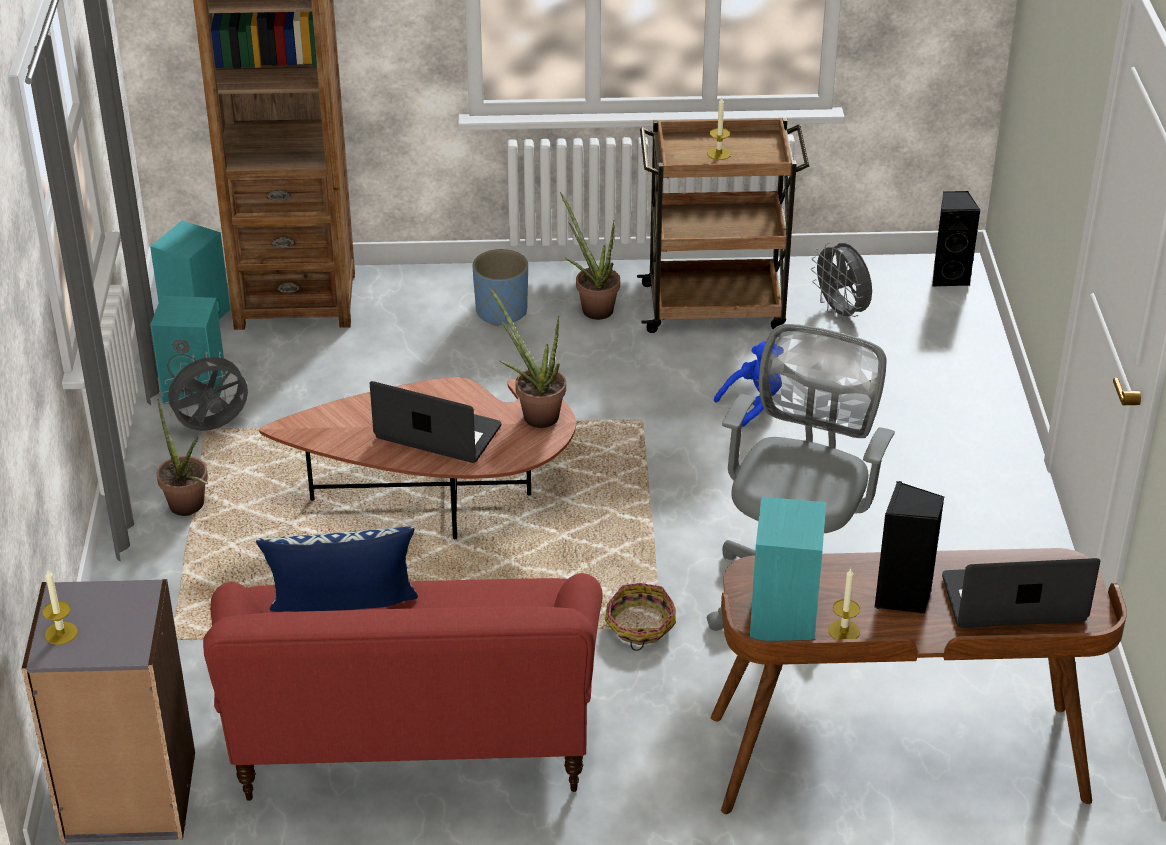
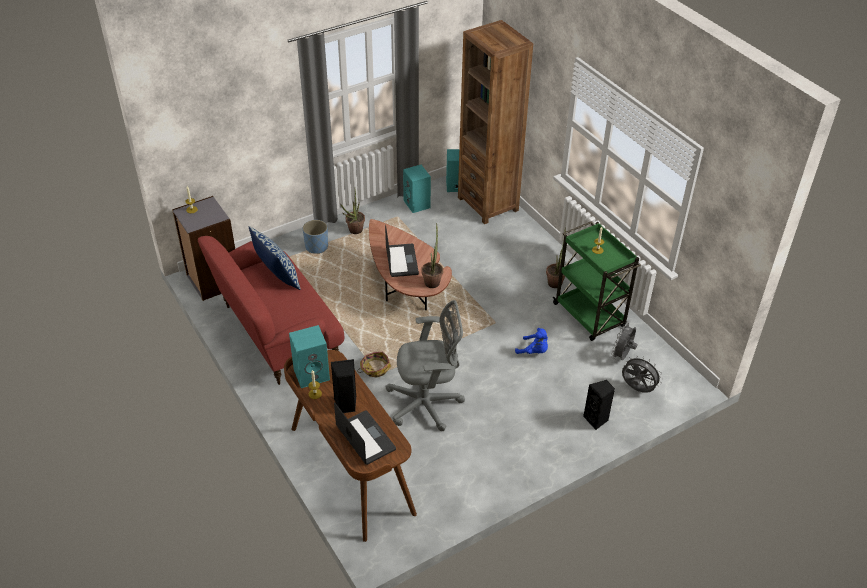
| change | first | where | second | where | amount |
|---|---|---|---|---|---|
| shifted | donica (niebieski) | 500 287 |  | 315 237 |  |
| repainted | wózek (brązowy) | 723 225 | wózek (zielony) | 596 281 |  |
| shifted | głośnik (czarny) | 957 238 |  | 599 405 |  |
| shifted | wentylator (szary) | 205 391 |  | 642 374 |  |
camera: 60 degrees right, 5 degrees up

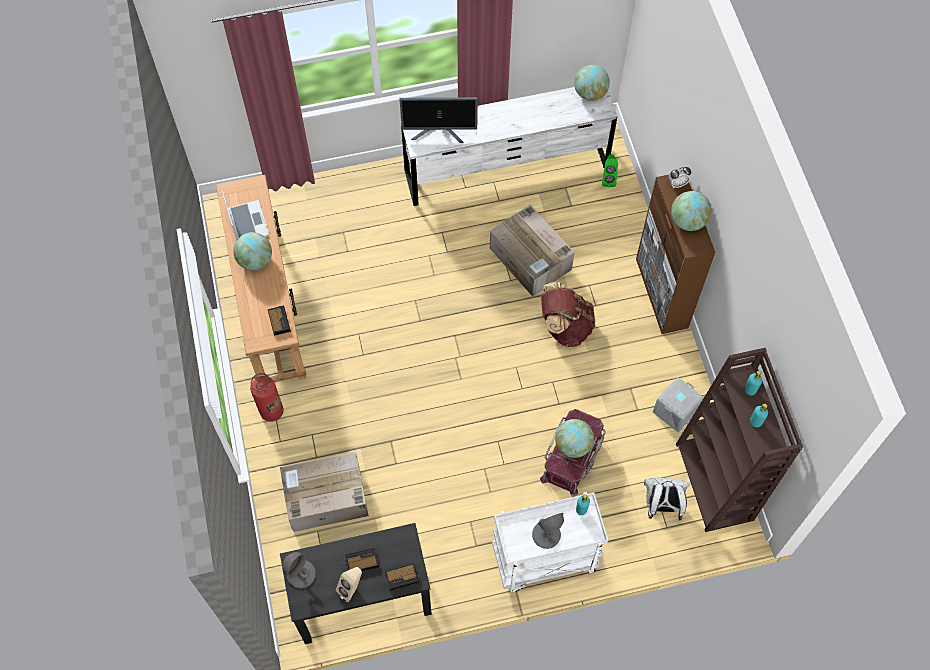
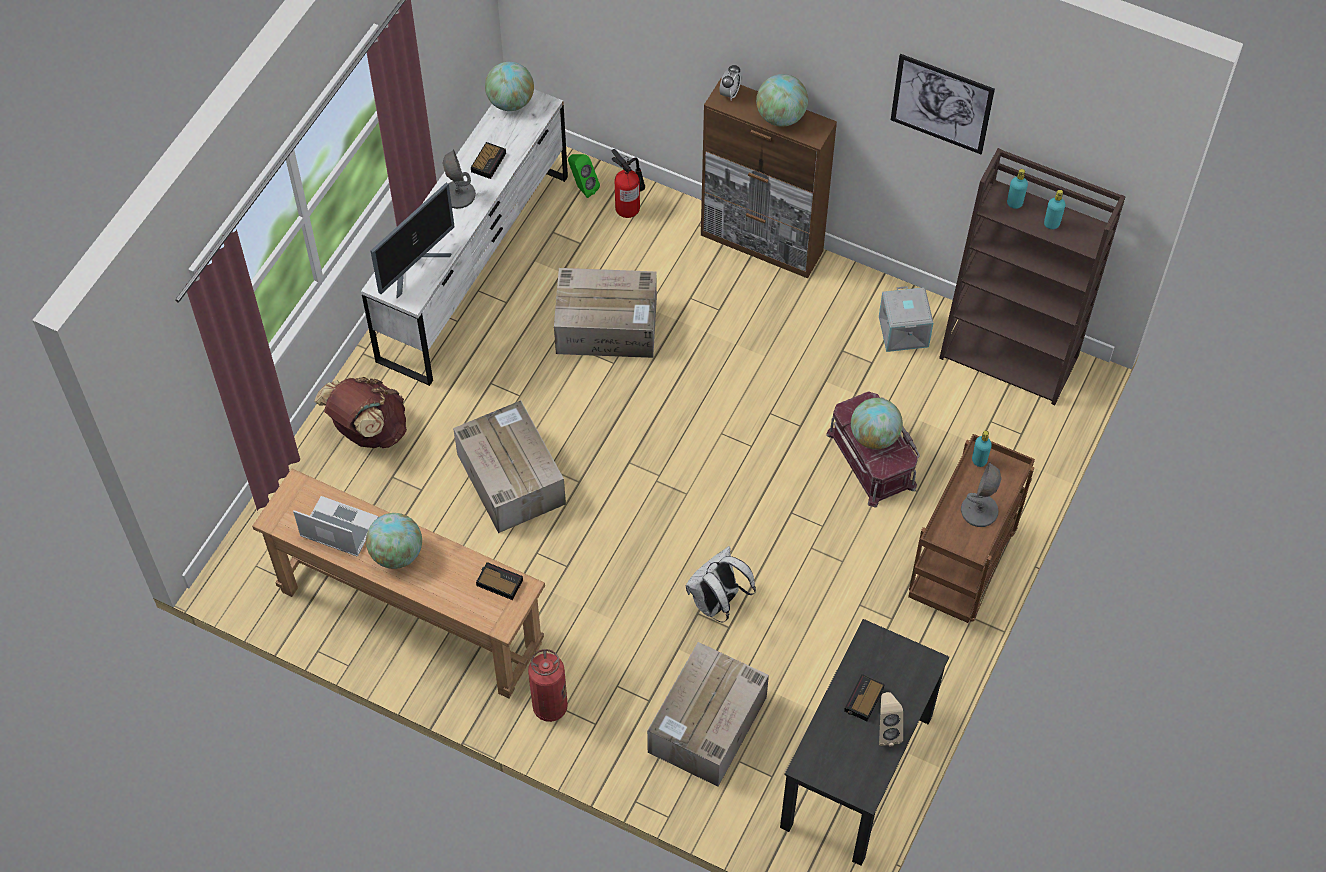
| change | first | where | second | where | amount |
|---|---|---|---|---|---|
| shifted | plecak (brązowy) | 568 314 |  | 360 412 |  |
| shifted | lampa stołowa (szary) | 299 570 |  | 459 179 |  |
| new |  |  | karton | 509 466 |  |
| shifted | budzik | 402 577 |  | 488 160 |  |
| new |  |  | gaśnica | 628 183 |  |
| shifted | plecak (biały) | 667 499 |  | 721 584 |  |
| new |  |  | obraz | 943 104 |  |
| repainted | wózek (biały) | 550 542 | wózek (brązowy) | 971 528 |  |
camera: 50 degrees left, 5 degrees down

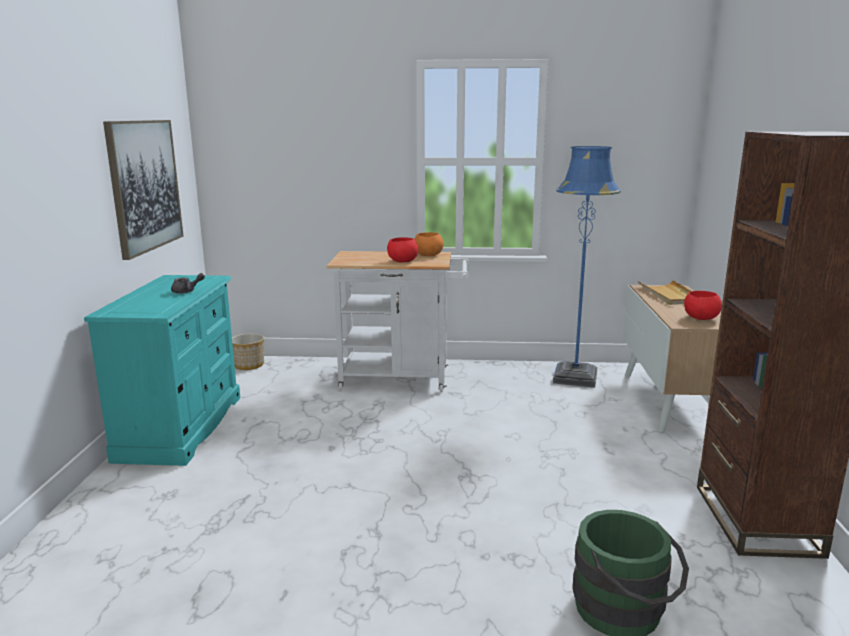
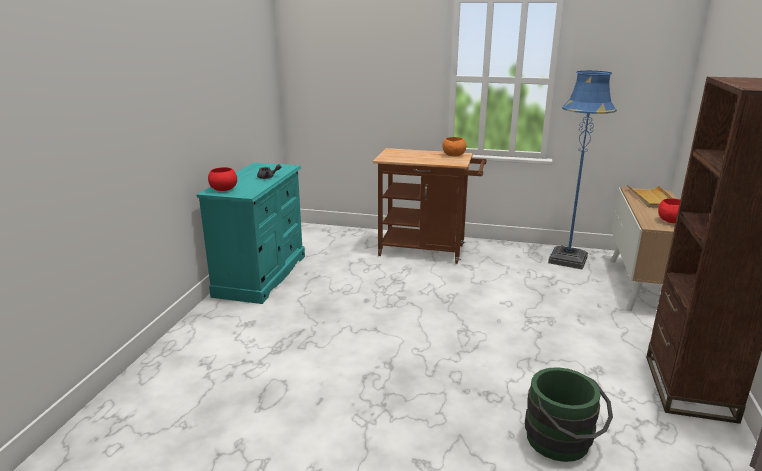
| change | first | where | second | where | amount |
|---|---|---|---|---|---|
| shifted | miska (czerwony) | 402 249 |  | 222 179 |  |
| repainted | wózek (biały) | 398 321 | wózek (brązowy) | 430 206 |  |
| gone | obraz | 143 190 |  |  |  |
| gone | donica | 248 352 |  |  |  |
camera: 10 degrees right, 5 degrees up

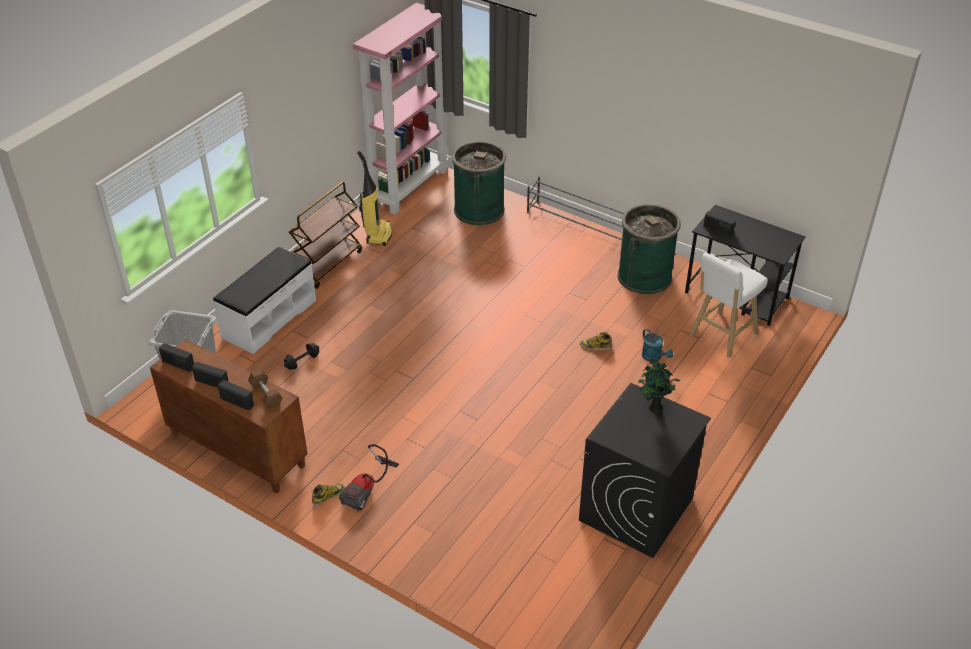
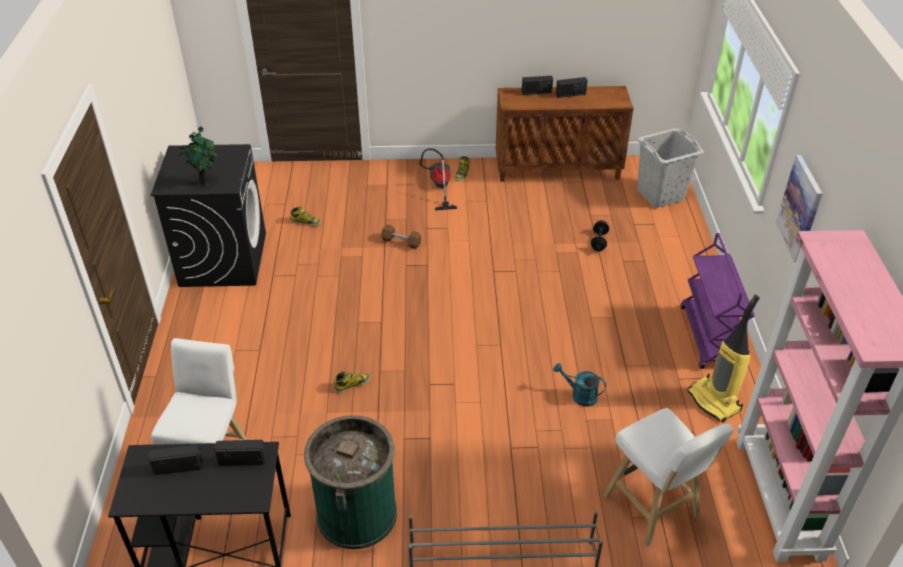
| change | first | where | second | where | amount |
|---|---|---|---|---|---|
| shifted | radio | 176 357 |  | 175 460 |  |
| new |  |  | but z cholewką | 306 216 |  |
| shifted | hantel (brązowy) | 265 389 |  | 401 236 |  |
| shifted | konewka (turkusowy) | 657 345 |  | 579 384 |  |
| swapped | kosz na śmieci (zielony) | 479 183 | stołek (biały) | 668 477 |  |
| repainted | wózek (brązowy) | 325 235 | wózek (fioletowy) | 718 301 |  |
| new |  |  | obraz | 799 208 |  |
| gone | ławka (biały) | 264 300 |  |  |  |
camera: 145 degrees right, 0 degrees up

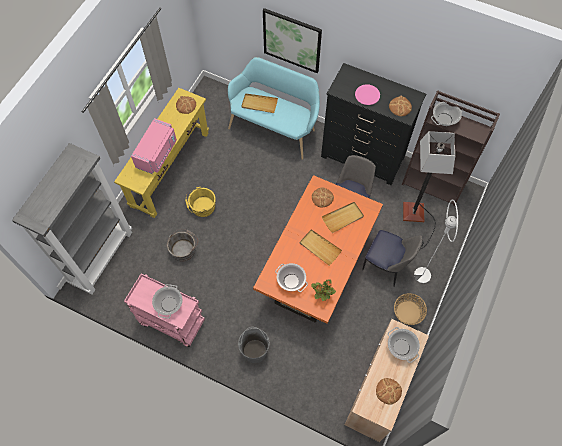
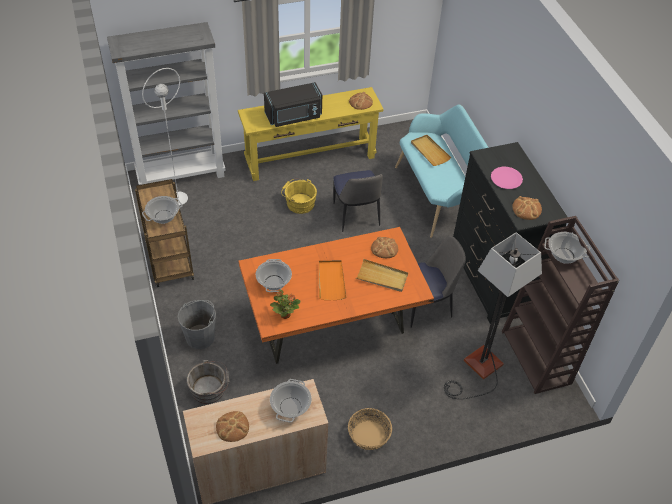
| change | first | where | second | where | amount |
|---|---|---|---|---|---|
| repainted | wózek (różowy) | 164 310 | wózek (brązowy) | 164 233 |  |
| shifted | lampa stojąca (biały) | 436 241 |  | 165 137 |  |
| shifted | wiadro (szary) | 182 245 |  | 208 382 |  |
| repainted | mikrofalówka (różowy) | 154 146 | mikrofalówka (czarny) | 293 104 |  |
| repainted | taca (beżowy) | 321 247 | taca (pomarańczowy) | 332 280 |  |
| shifted | krzesło | 392 258 |  | 358 201 |  |
| gone | obraz | 292 40 |  |  |  |
camera: 45 degrees right, 15 degrees down

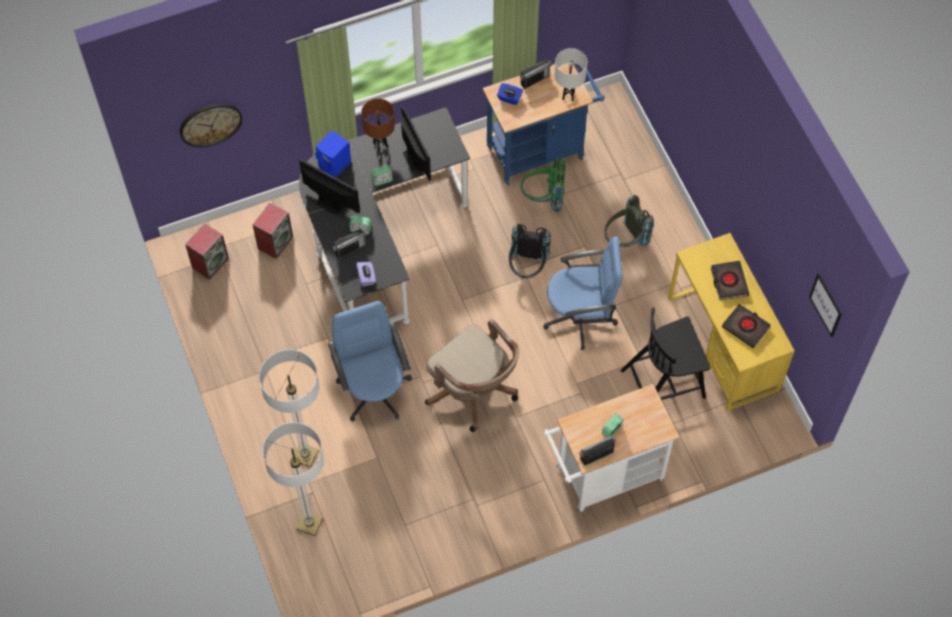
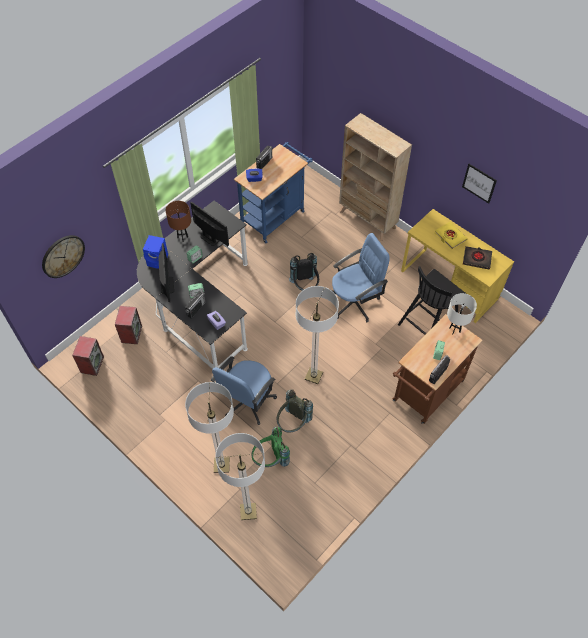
| change | first | where | second | where | amount |
|---|---|---|---|---|---|
| rotated | monitor | 329 187 |  | 166 272 | 75 degrees clockwise |
| rotated | krzesło biurowe (niebieski) | 370 361 |  | 244 390 | 105 degrees counterclockwise |
| shifted | plecak (zielony) | 543 184 |  | 270 447 |  |
| shifted | plecak (szary) | 629 221 |  | 295 410 |  |
| swapped | krzesło biurowe (brązowy) | 472 375 | lampa stojąca | 317 335 |  |
| new |  |  | regał (beżowy) | 375 177 |  |
| repainted | wózek (biały) | 612 448 | wózek (brązowy) | 437 369 |  |
| repainted | książka (czarny) | 730 280 | książka (żółty) | 451 235 |  |
| shifted | lampa stołowa (biały) | 570 74 |  | 462 314 |  |
| shifted | obraz | 825 305 |  | 479 184 |  |
camera: 25 degrees left, 5 degrees down

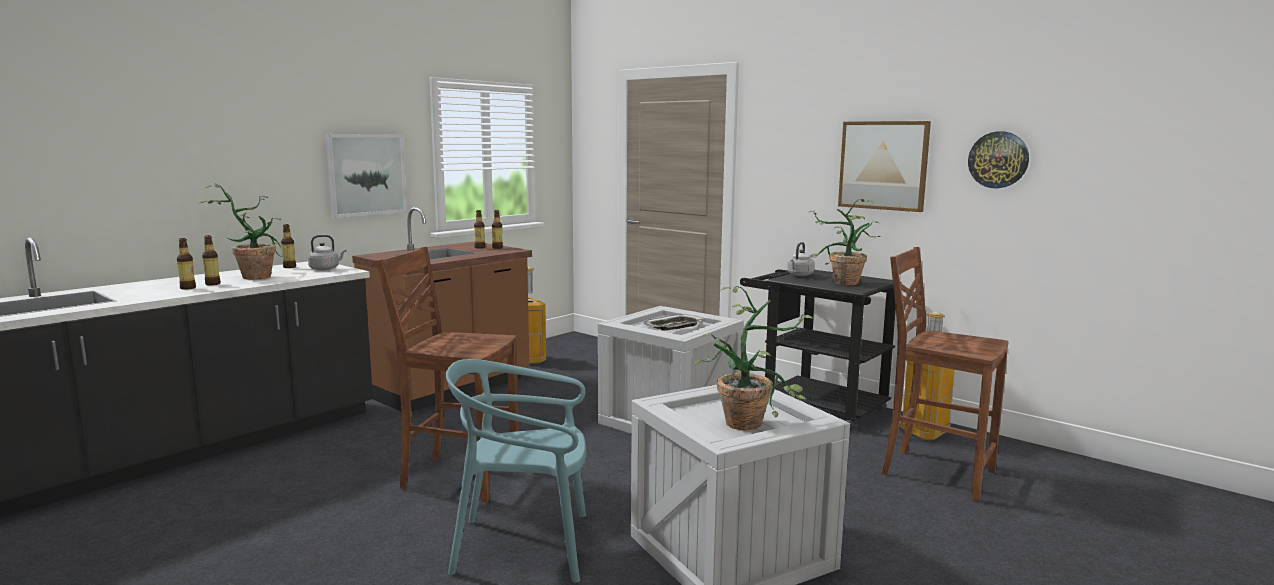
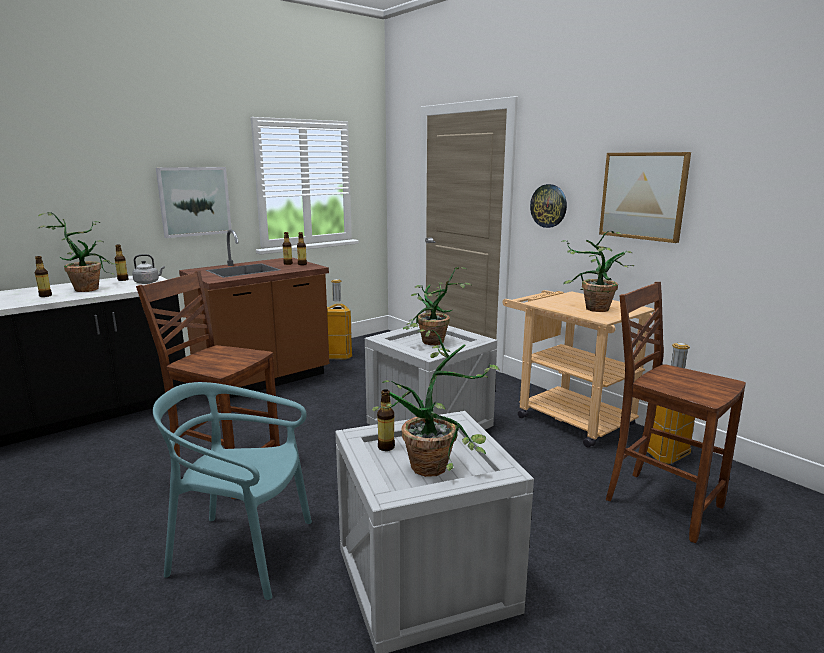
| change | first | where | second | where | amount |
|---|---|---|---|---|---|
| shifted | butelka | 186 264 |  | 386 420 |  |
| swapped | taca | 674 322 | roślina doniczkowa | 437 306 |  |
| repainted | wózek (czarny) | 821 349 | wózek (beżowy) | 578 369 |  |
| shifted | zegar ścienny | 998 159 |  | 548 206 |  |
| gone | czajnik (szary) | 801 259 |  |  |  |
camera: 10 degrees right, 5 degrees up

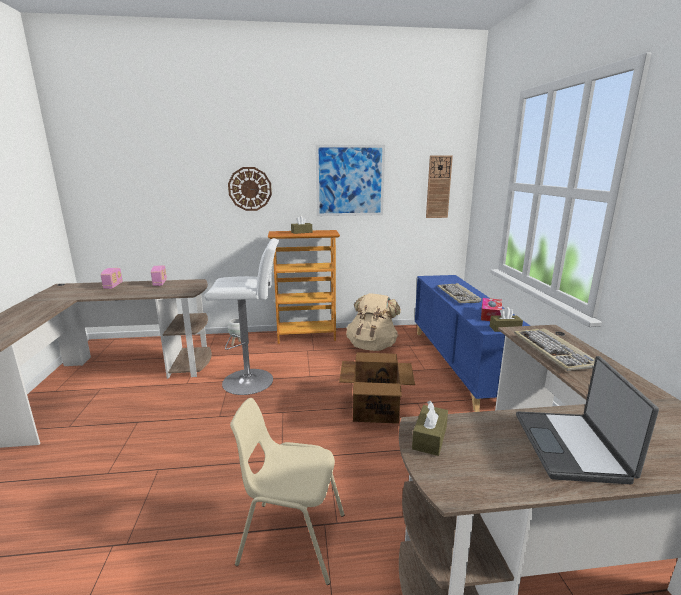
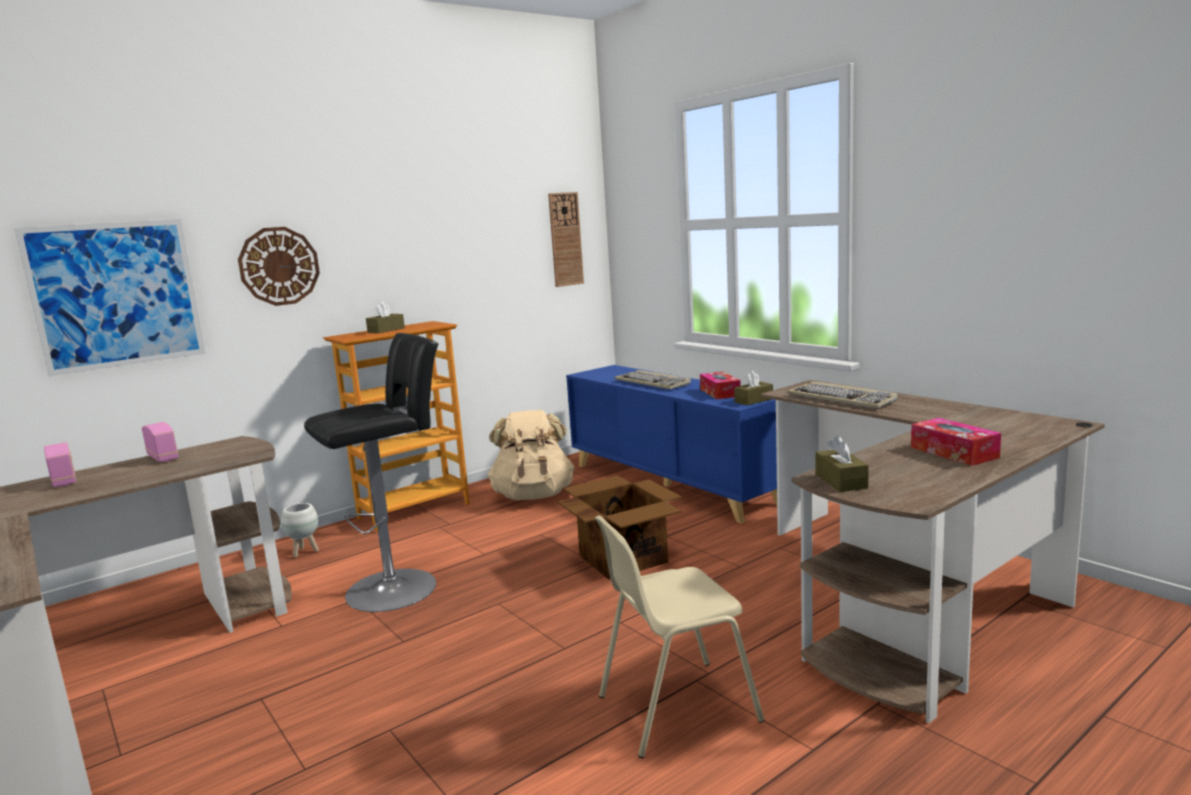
| change | first | where | second | where | amount |
|---|---|---|---|---|---|
| shifted | obraz | 350 180 |  | 110 298 |  |
| repainted | stołek (biały) | 241 316 | stołek (czarny) | 371 472 |  |
| swapped | laptop | 587 420 | pudełko chusteczek | 956 442 |  |
camera: 30 degrees left, 5 degrees down

